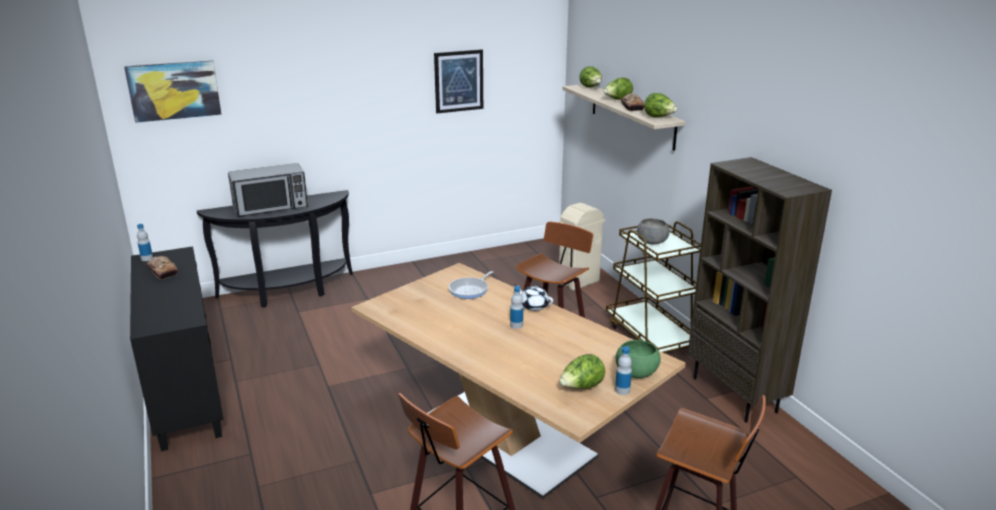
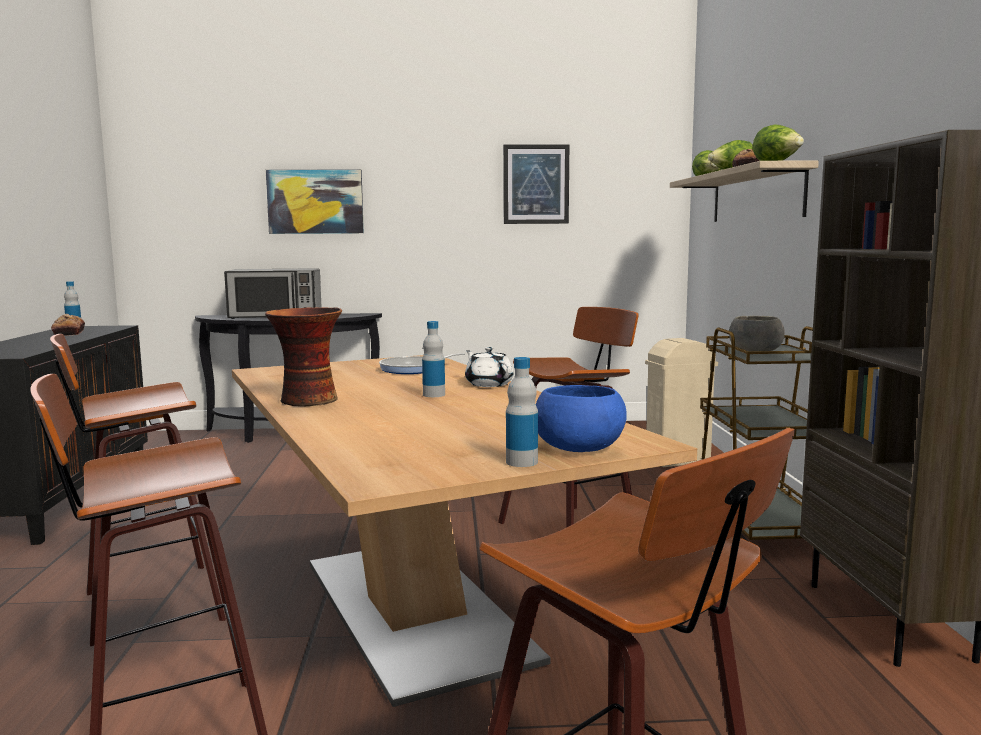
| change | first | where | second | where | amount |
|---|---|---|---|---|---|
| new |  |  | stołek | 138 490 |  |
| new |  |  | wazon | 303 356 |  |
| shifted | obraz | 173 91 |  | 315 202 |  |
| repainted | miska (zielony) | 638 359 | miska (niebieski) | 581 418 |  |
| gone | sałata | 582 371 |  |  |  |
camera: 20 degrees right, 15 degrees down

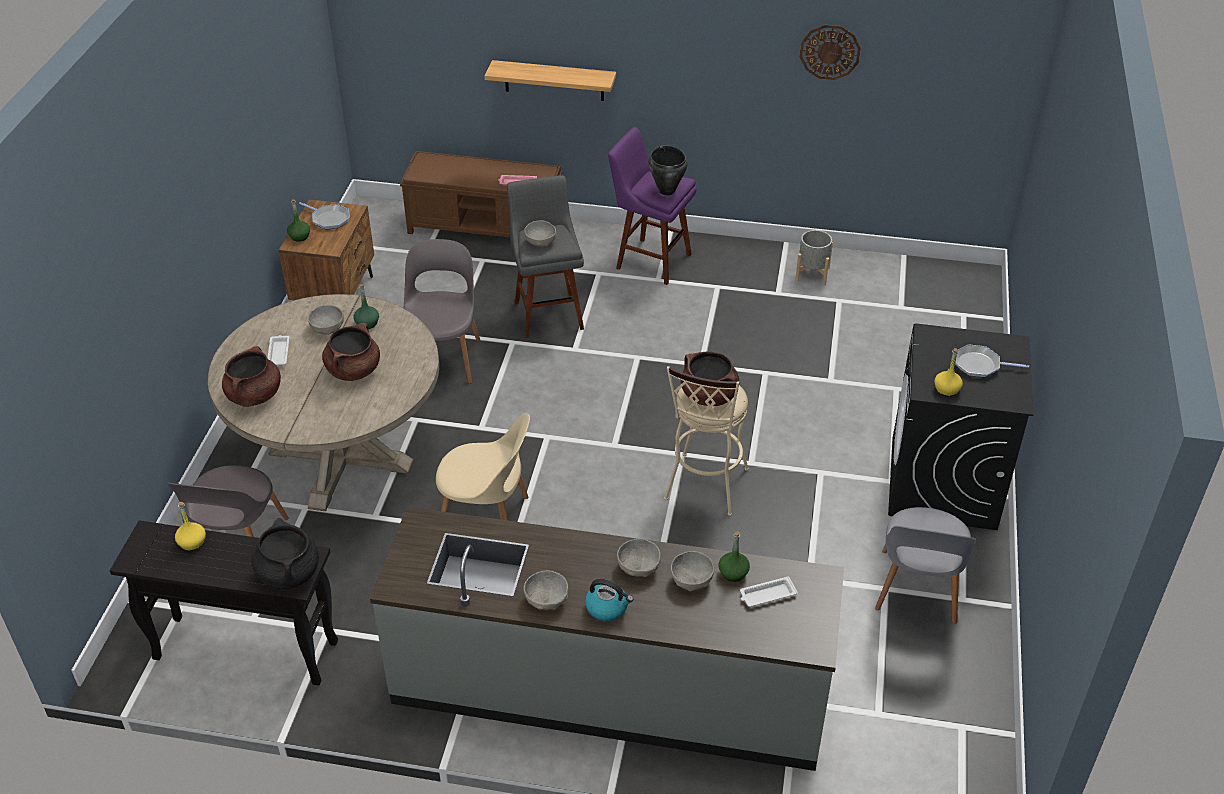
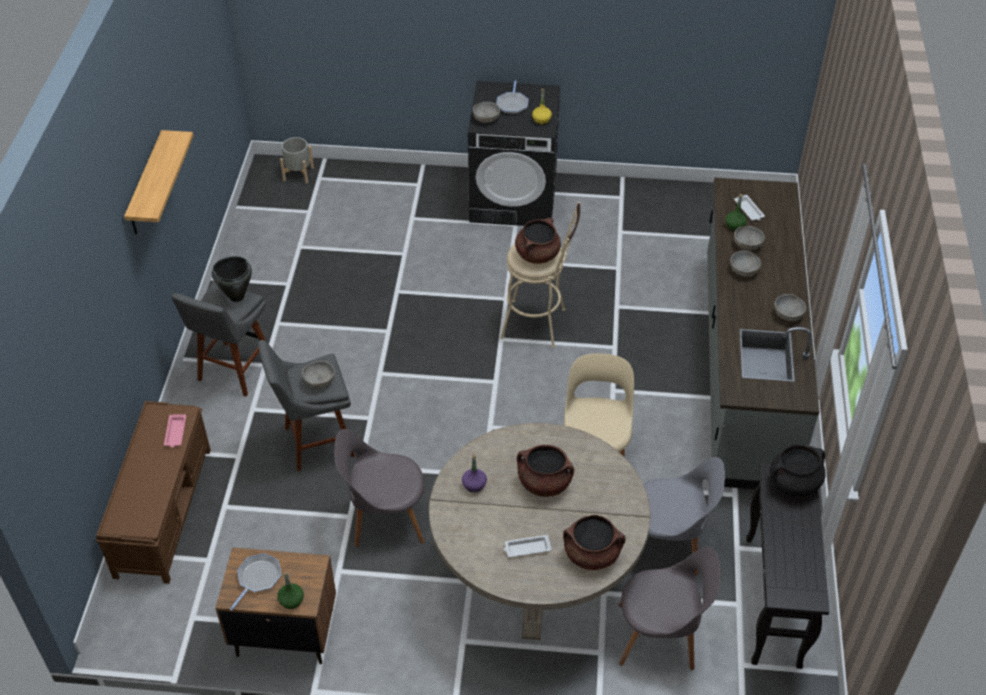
| change | first | where | second | where | amount |
|---|---|---|---|---|---|
| shifted | półka | 550 80 |  | 159 182 |  |
| repainted | stołek (fioletowy) | 652 206 | stołek (szary) | 218 338 |  |
| shifted | donica (szary) | 814 258 |  | 297 160 |  |
| repainted | butelka (zielony) | 366 306 | butelka (fioletowy) | 474 473 |  |
| shifted | miska (szary) | 326 320 |  | 486 112 |  |
| shifted | krzesło (szary) | 925 565 |  | 684 516 |  |
| gone | butelka (żółty) | 190 526 |  |  |  |
| gone | czajnik | 609 600 |  |  |  |
| gone | zegar ścienny | 830 52 |  |  |  |
camera: 95 degrees left, 5 degrees up

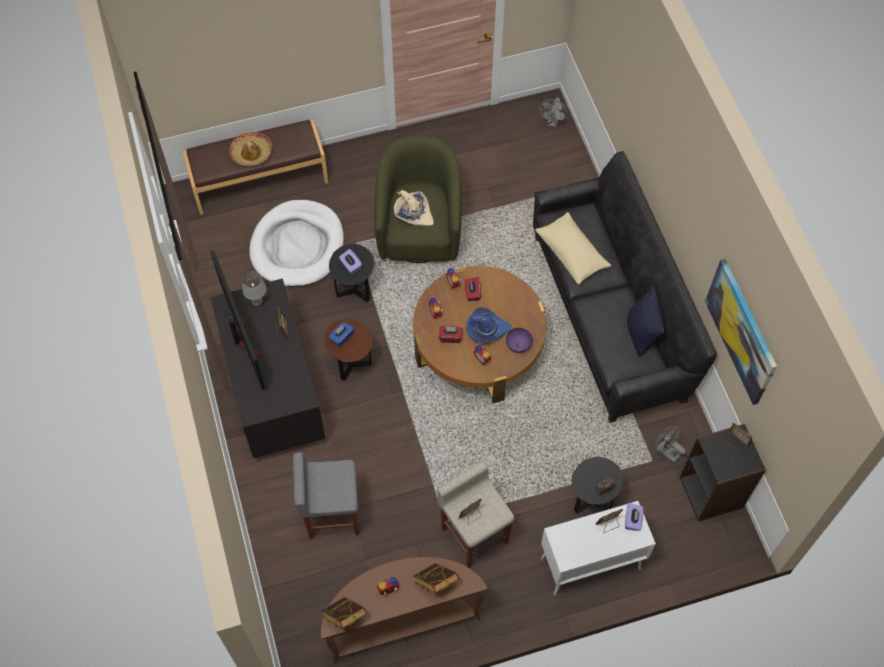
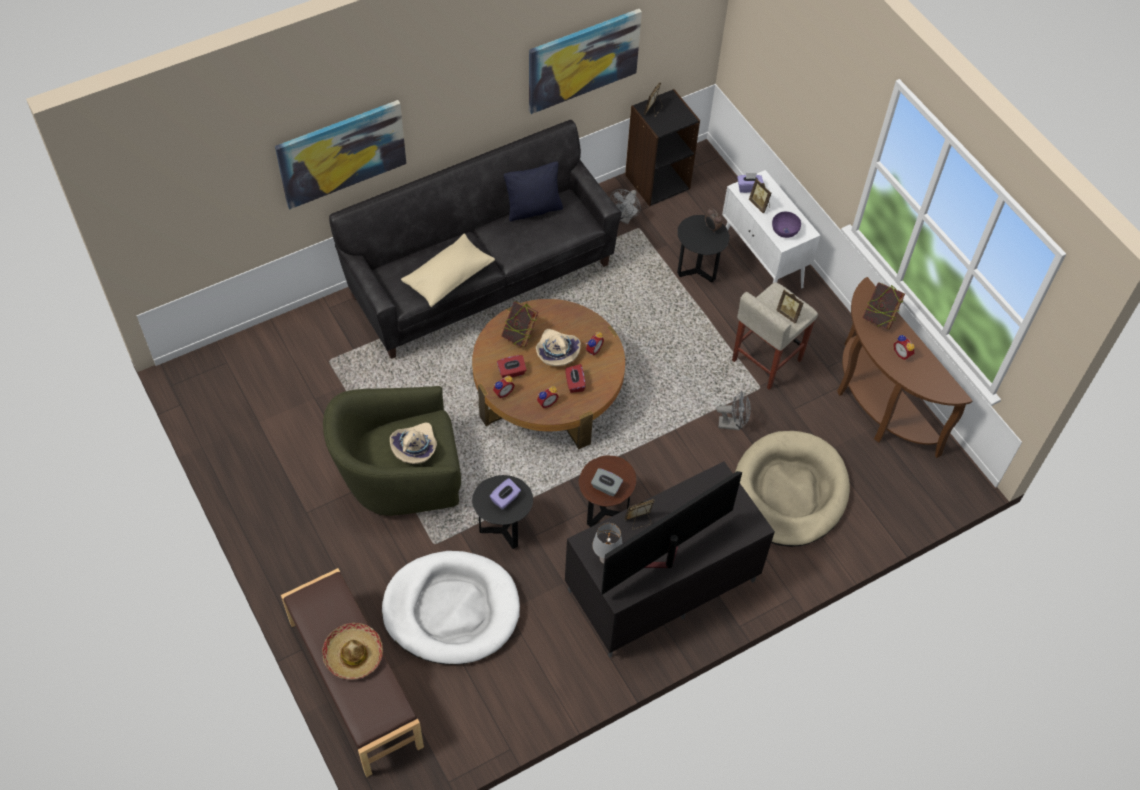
| change | first | where | second | where | amount |
|---|---|---|---|---|---|
| new |  |  | obraz | 340 155 |  |
| shifted | książka | 344 612 |  | 519 324 |  |
| repainted | kapelusz (niebieski) | 489 325 | kapelusz (beżowy) | 558 347 |  |
| repainted | pudełko chusteczek (niebieski) | 341 334 | pudełko chusteczek (szary) | 607 482 |  |
| shifted | wentylator (szary) | 553 112 |  | 733 410 |  |
| swapped | stołek (szary) | 326 495 | legowisko (beżowy) | 792 489 |  |
| shifted | miska (fioletowy) | 519 340 |  | 786 225 |  |
camera: 105 degrees left, 5 degrees down

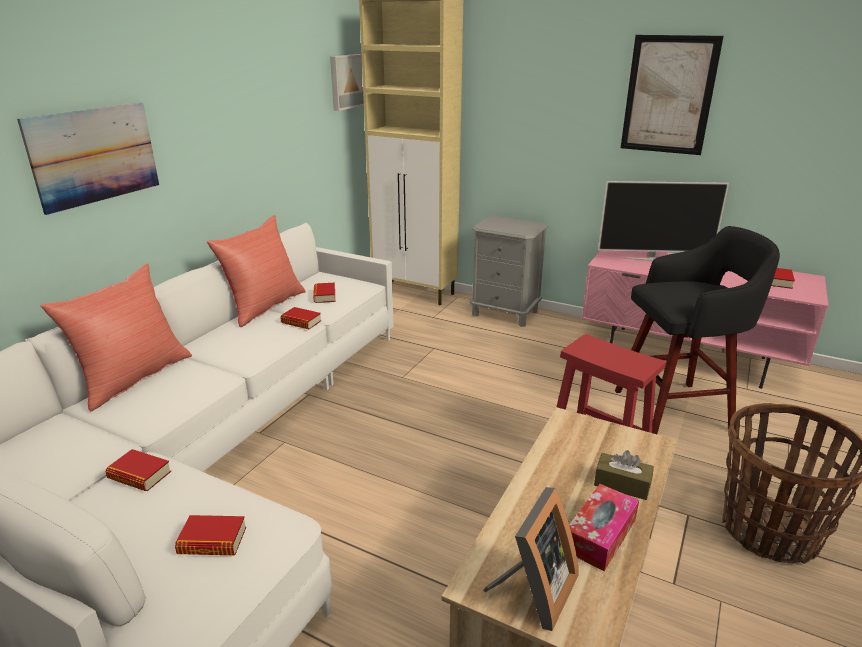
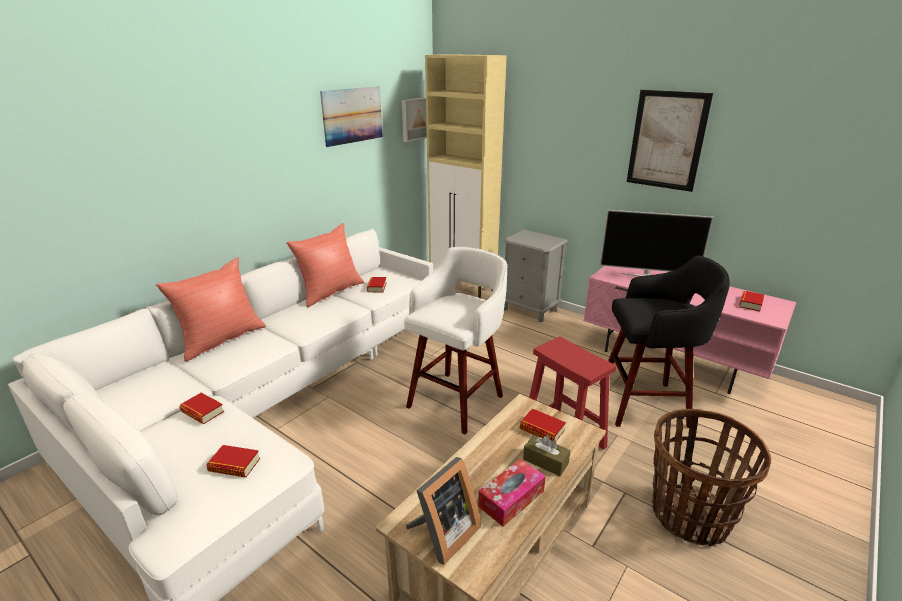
| change | first | where | second | where | amount |
|---|---|---|---|---|---|
| shifted | obraz | 88 159 |  | 351 116 |  |
| new |  |  | stołek (biały) | 455 340 |  |
| shifted | książka | 300 318 |  | 543 424 |  |
camera: 10 degrees right, 0 degrees up

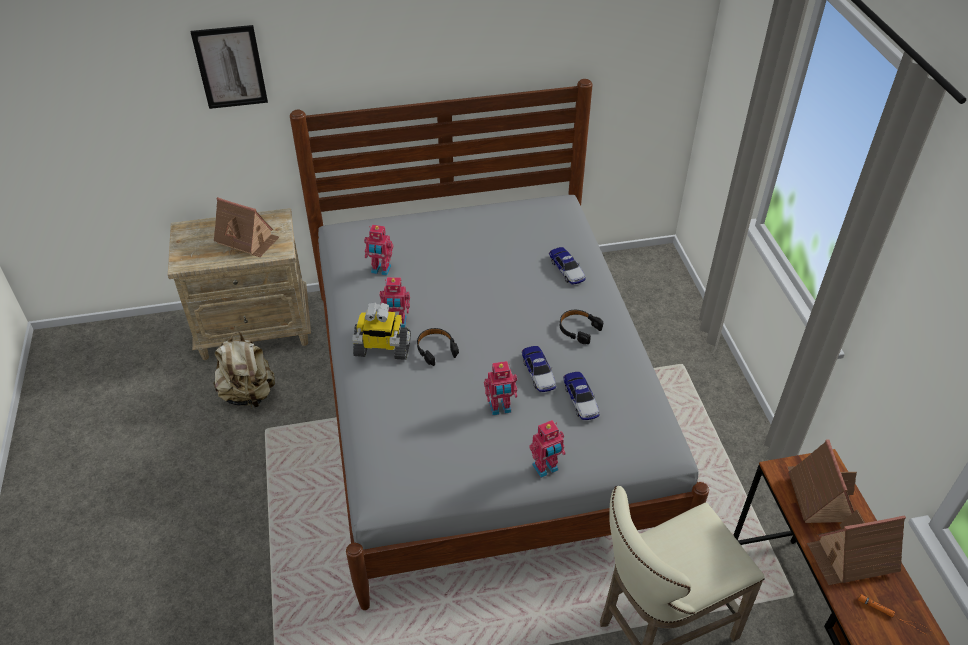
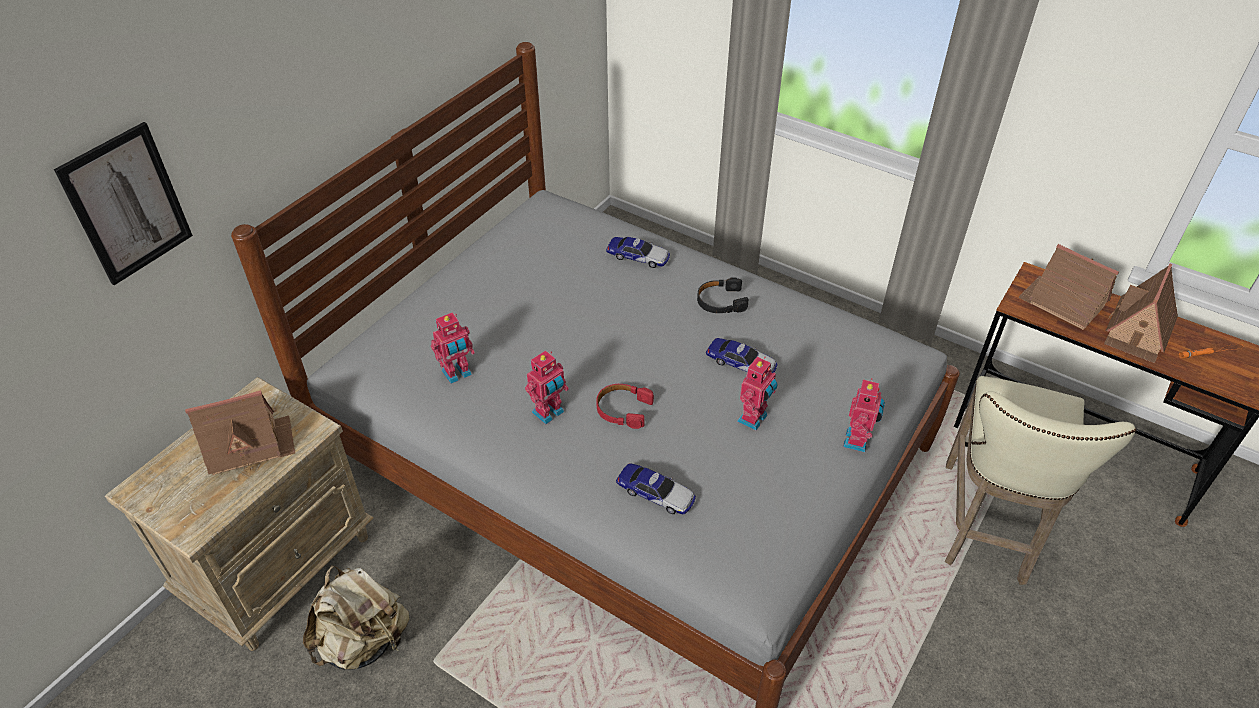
| change | first | where | second | where | amount |
|---|---|---|---|---|---|
| repainted | słuchawki (czarny) | 438 347 | słuchawki (czerwony) | 625 406 |  |
| shifted | samochodzik | 581 396 |  | 656 488 |  |
| gone | robot zabawkowy | 382 331 |  |  |  |
camera: 45 degrees left, 0 degrees up

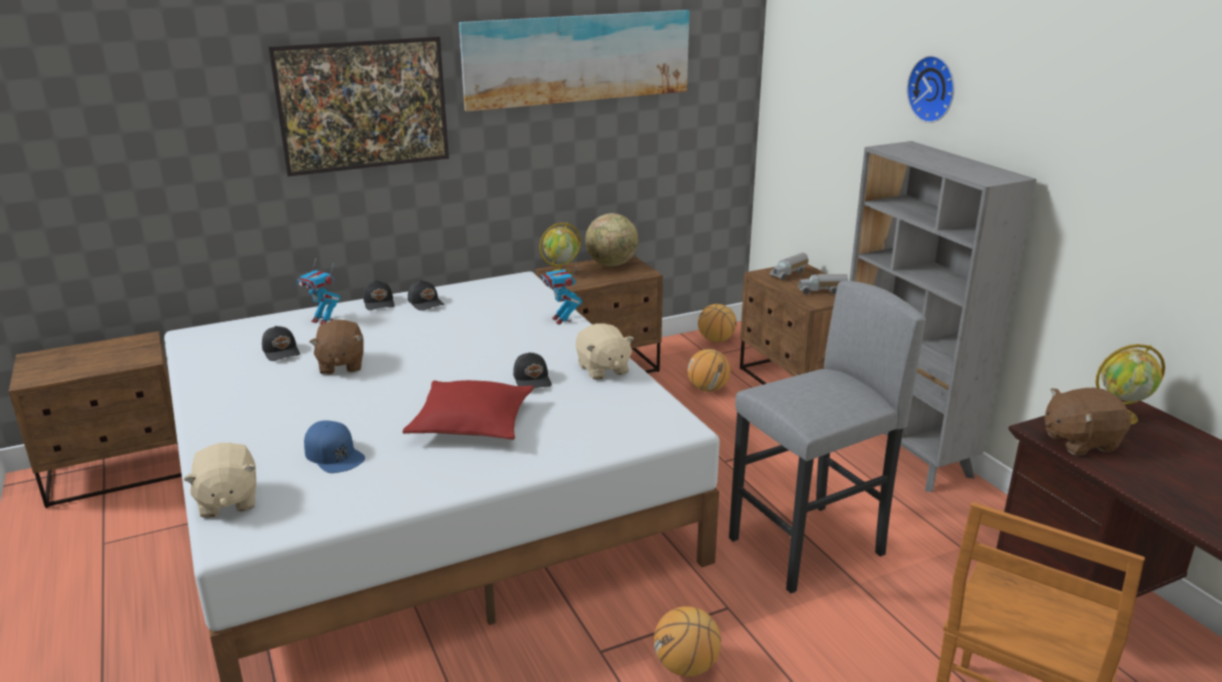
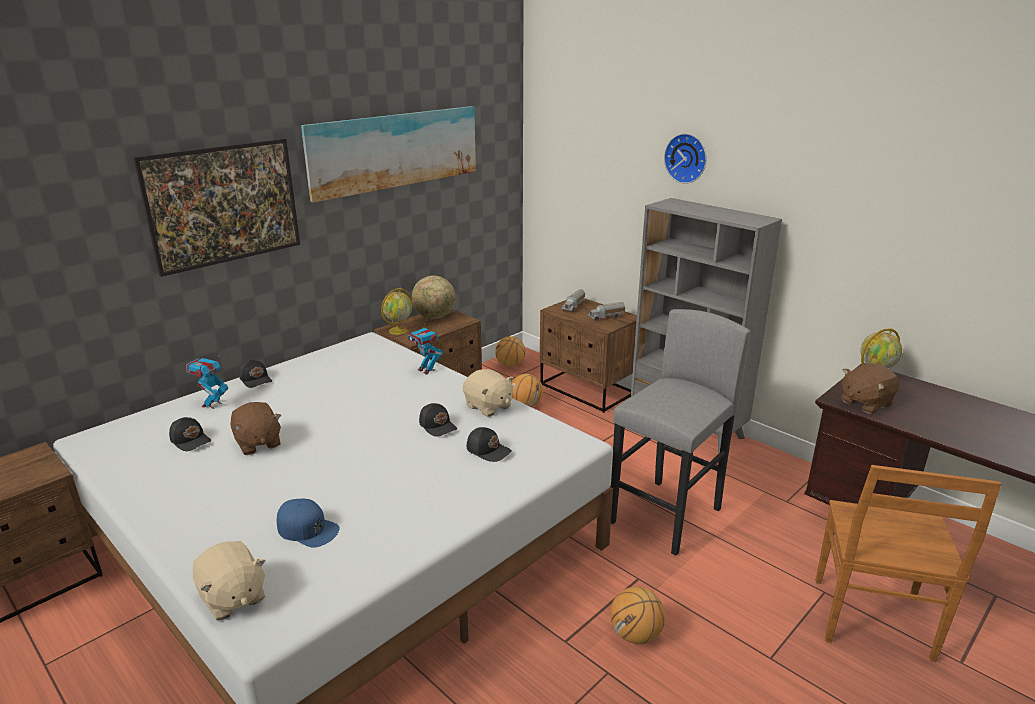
| change | first | where | second | where | amount |
|---|---|---|---|---|---|
| rotated | robot zabawkowy | 318 291 |  | 207 381 | 105 degrees clockwise |
| shifted | czapka z daszkiem (czarny) | 426 295 |  | 489 444 |  |
| gone | poduszka (czerwony) | 468 410 |  |  |  |
camera: 20 degrees left, 0 degrees up

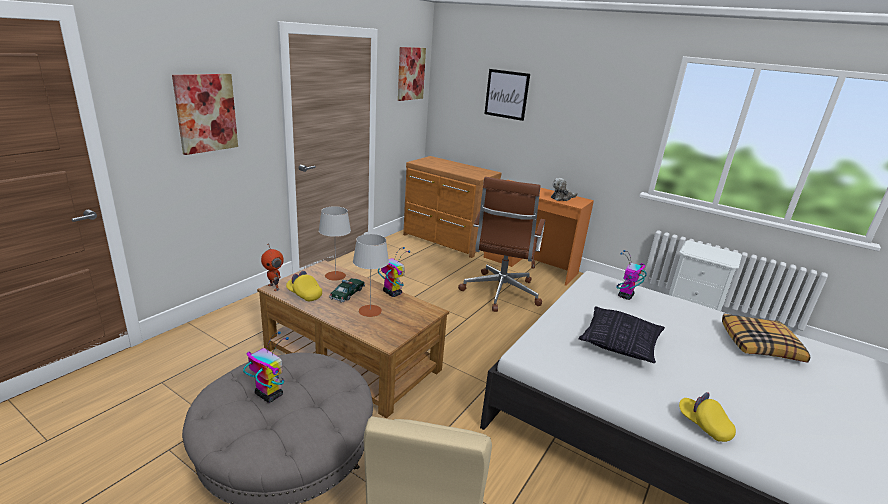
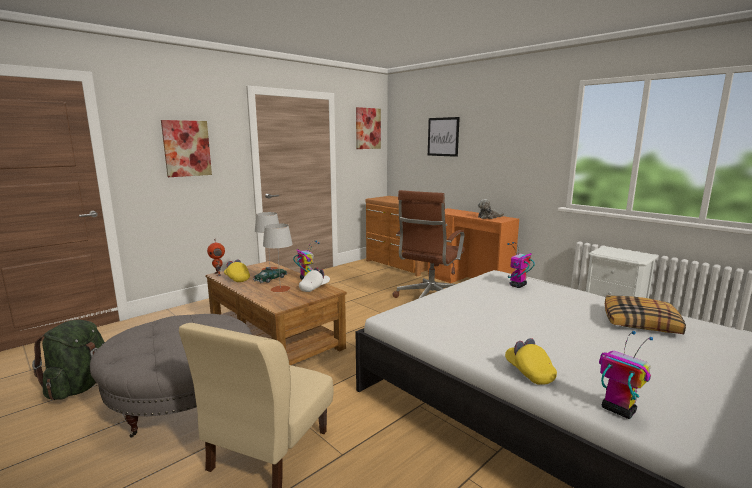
| change | first | where | second | where | amount |
|---|---|---|---|---|---|
| new |  |  | plecak (zielony) | 68 360 |  |
| new |  |  | czapka z daszkiem (biały) | 314 279 |  |
| shifted | robot zabawkowy | 266 367 |  | 626 375 |  |
| gone | poduszka | 621 334 |  |  |  |
camera: 15 degrees right, 10 degrees down

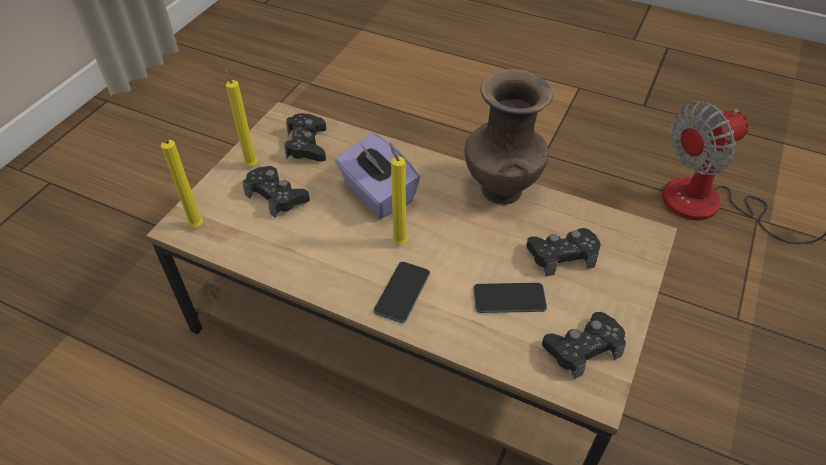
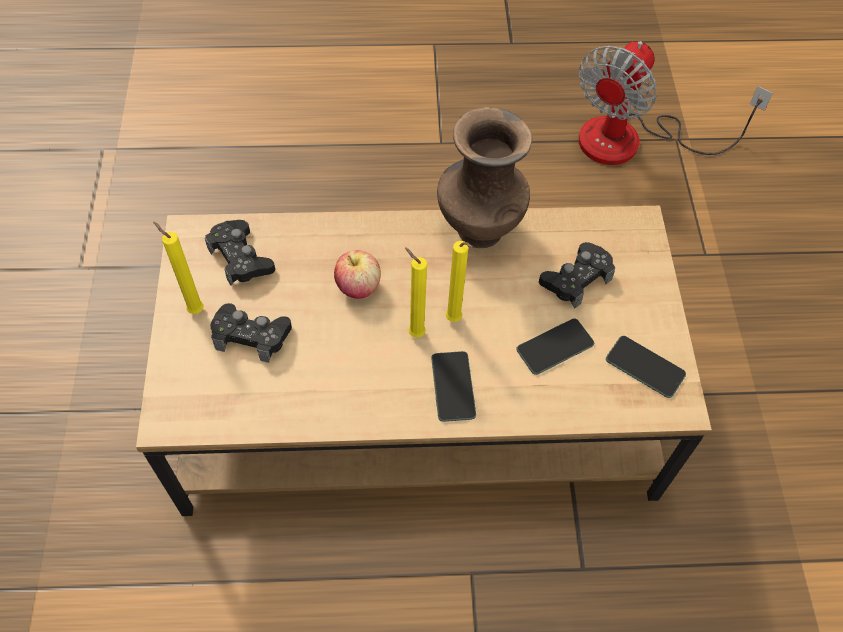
| change | first | where | second | where | amount |
|---|---|---|---|---|---|
| swapped | pudełko chusteczek (fioletowy) | 377 175 | jabłko | 357 274 |  |
| shifted | świeca (żółty) | 182 183 |  | 459 281 |  |
| swapped | pad do gier (czarny) | 584 345 | telefon | 646 367 |  |
camera: 30 degrees left, 10 degrees up

